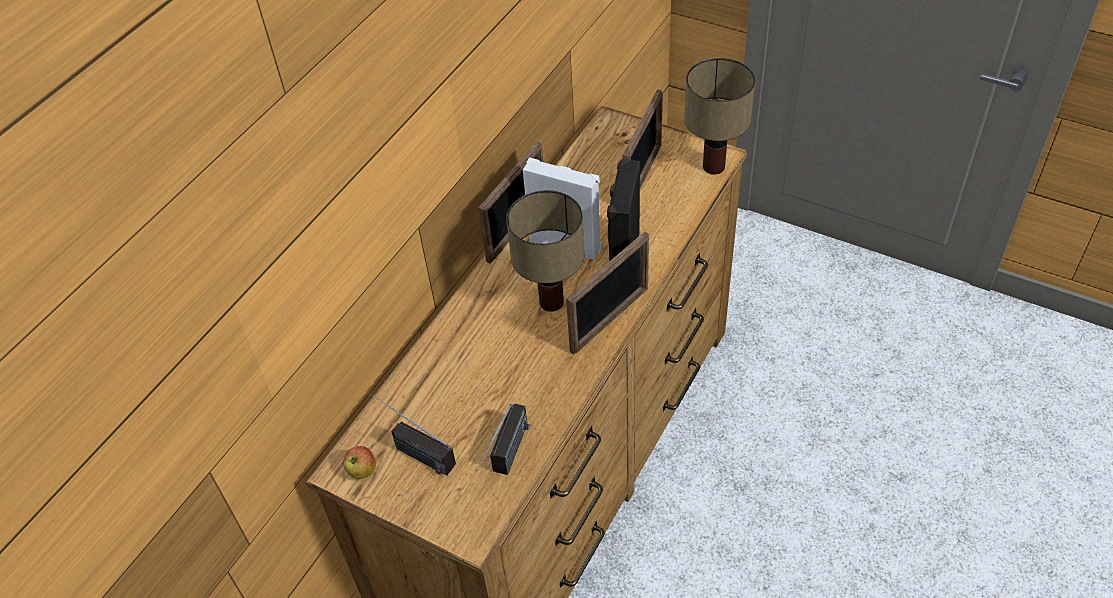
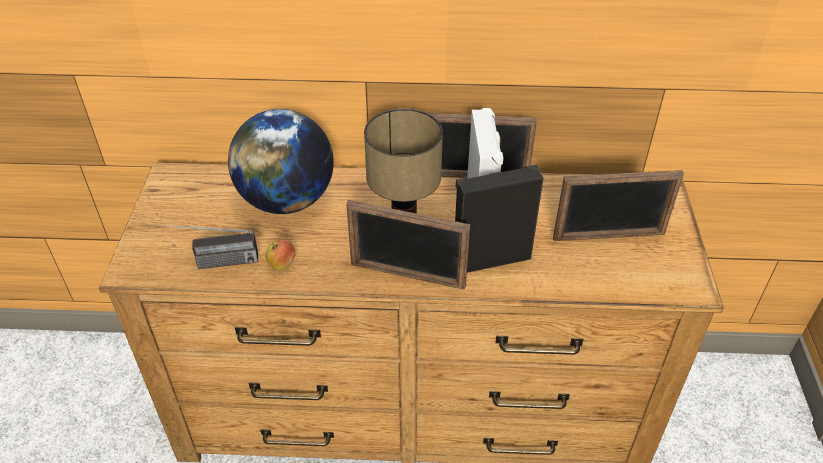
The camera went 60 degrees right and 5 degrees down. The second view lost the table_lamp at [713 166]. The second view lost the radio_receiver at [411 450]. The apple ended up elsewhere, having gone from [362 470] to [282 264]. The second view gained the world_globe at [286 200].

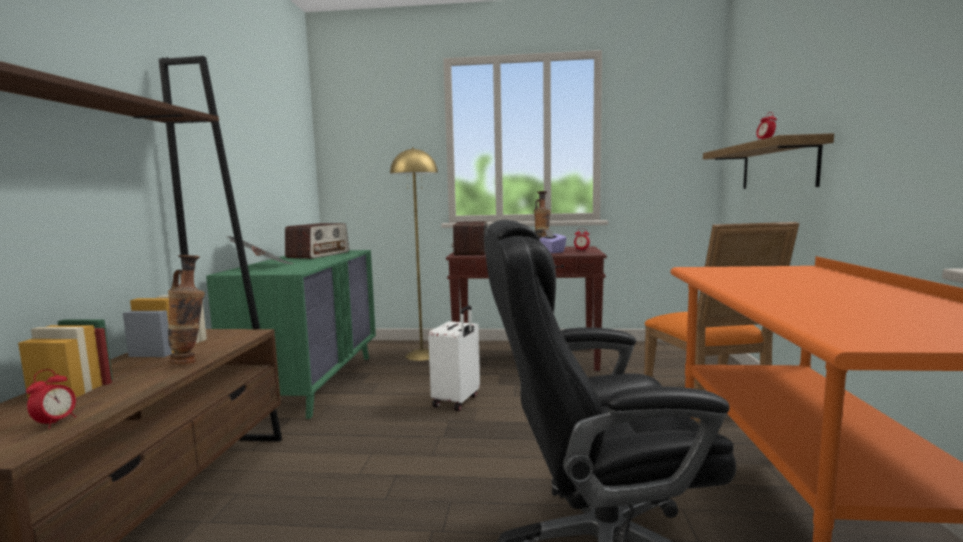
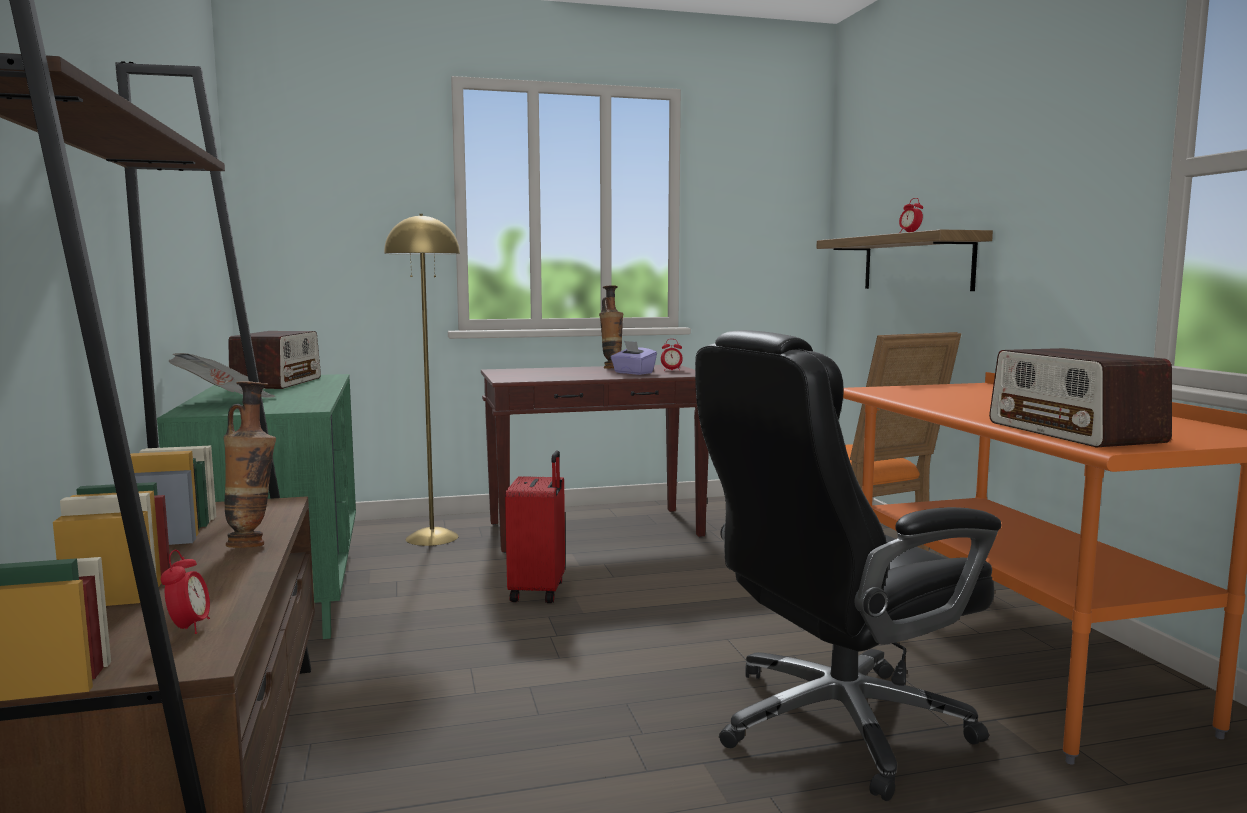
The camera went 20 degrees left and 0 degrees up. The radio_receiver ended up elsewhere, having gone from [471 252] to [1074 432]. What was the whitish_suitcase at [457 401] turned into the reddish_suitcase at [539 591].

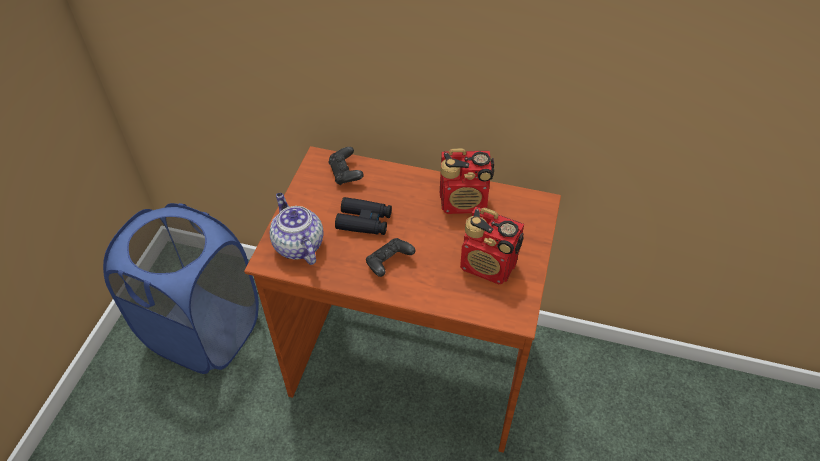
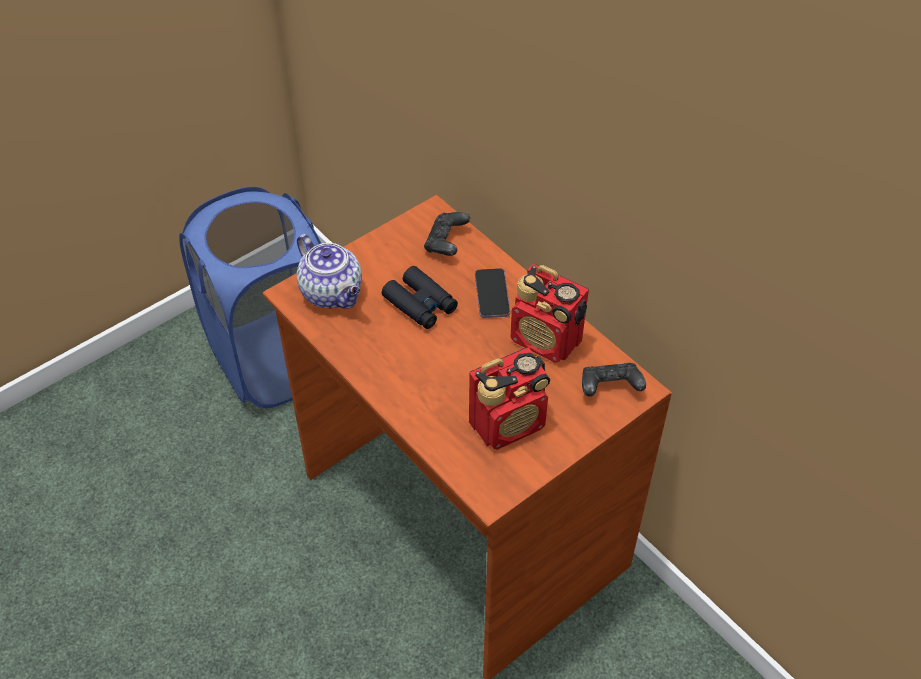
The camera went 35 degrees right and 0 degrees up. The tea_pot at [298 245] ended up facing another way, 135 degrees clockwise from before. The radio_receiver at [488 266] ended up facing another way, 90 degrees counterclockwise from before. The black_gamepad ended up elsewhere, having gone from [389 263] to [609 388]. The second view gained the handset at [492 294].

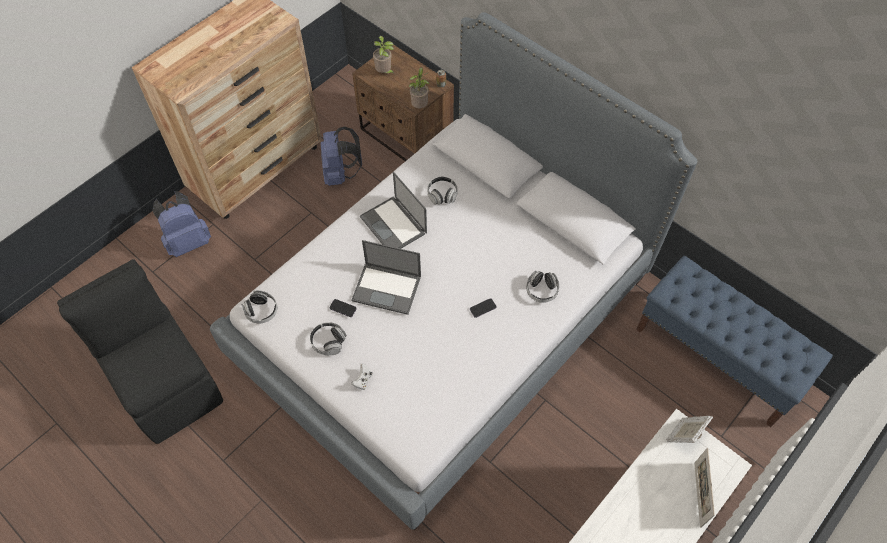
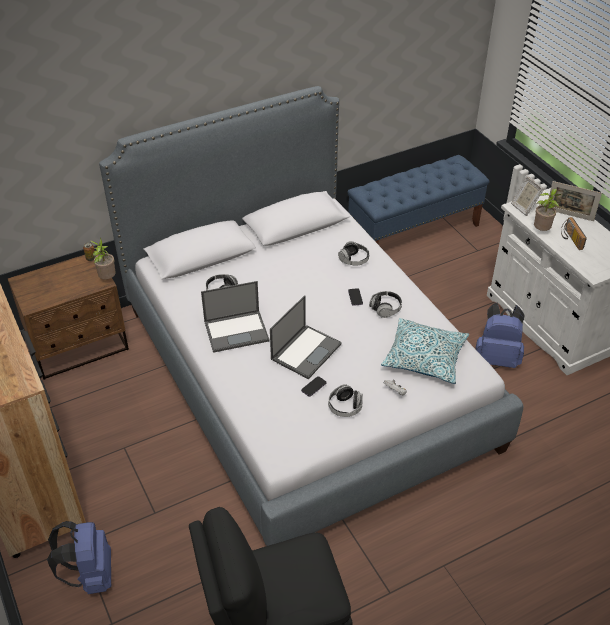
The camera went 70 degrees left and 15 degrees down. The potted_plant ended up elsewhere, having gone from [384 72] to [542 230]. The blue_knapsack ended up elsewhere, having gone from [340 174] to [497 358]. The headphones ended up elsewhere, having gone from [261 311] to [385 309]. The second view gained the radio_receiver at [570 239]. The second view gained the cushion at [425 357].

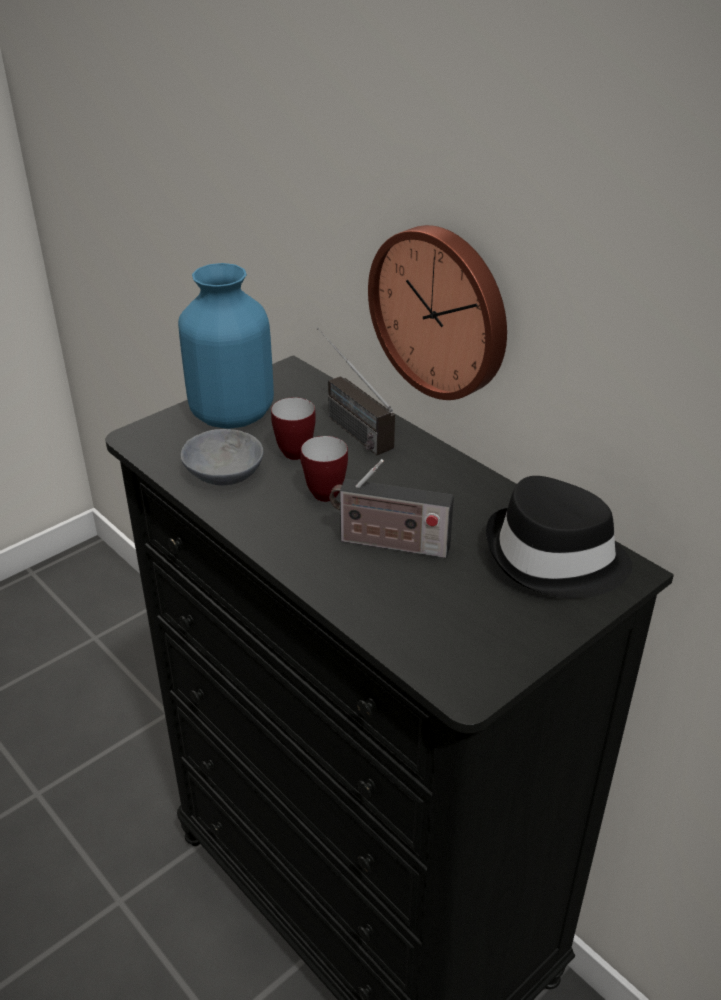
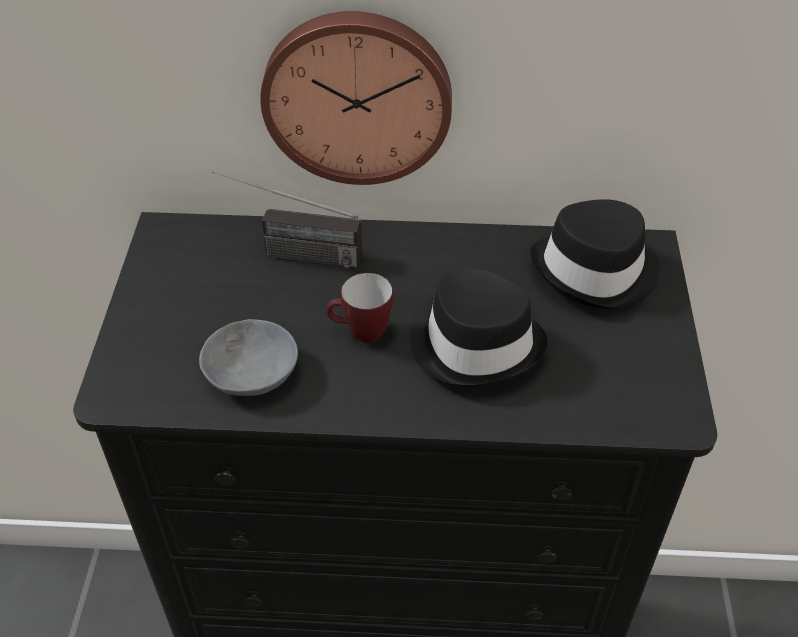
The camera went 45 degrees left and 10 degrees up. The second view lost the blue_vase at [233 415]. The second view lost the coffee_mug at [291 451]. Where the radio_receiver stood at [389 544], the black_hat came to stand at [475 342].

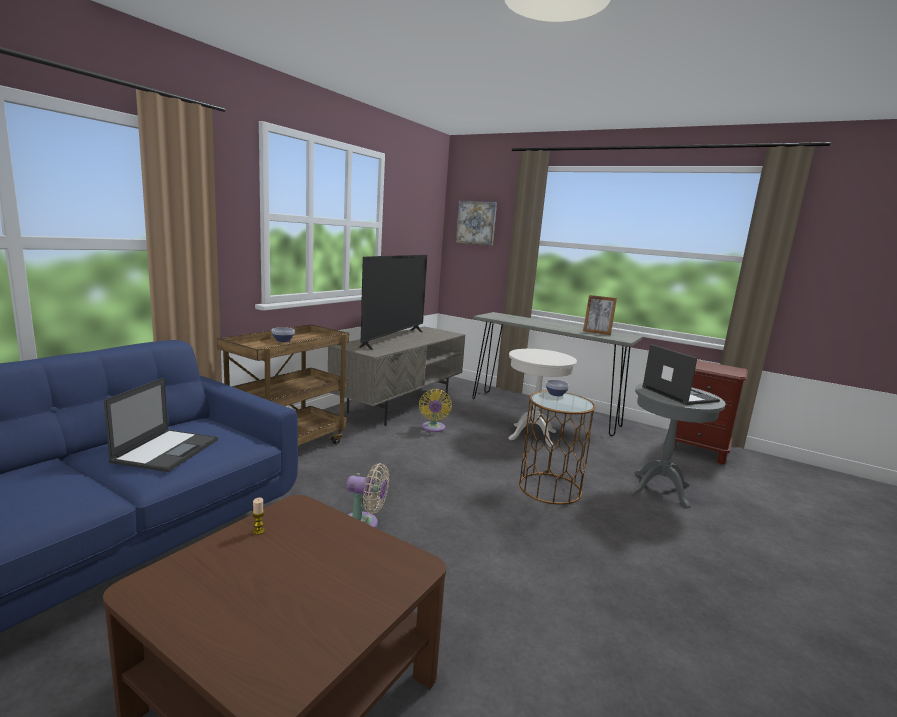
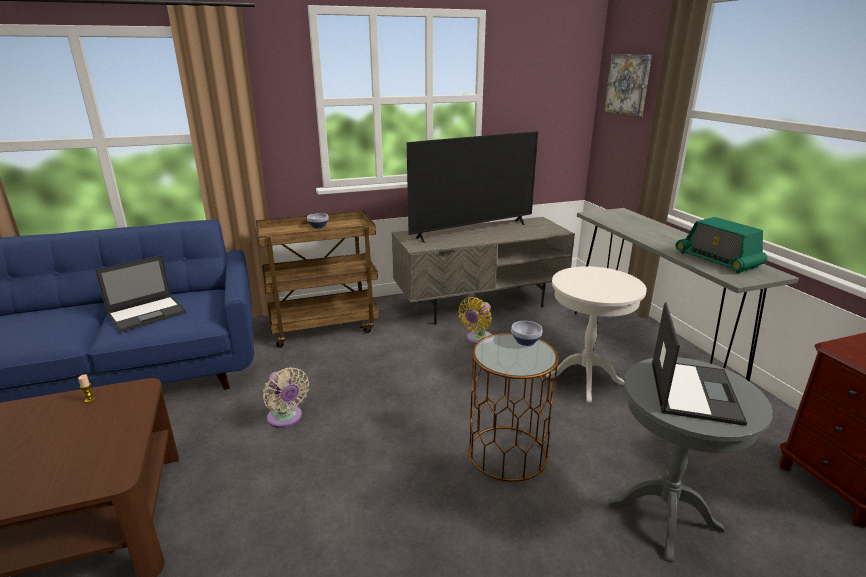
The camera went 40 degrees right and 10 degrees up. Where the photo_frame stood at [597 332], the radio_receiver came to stand at [717 260].

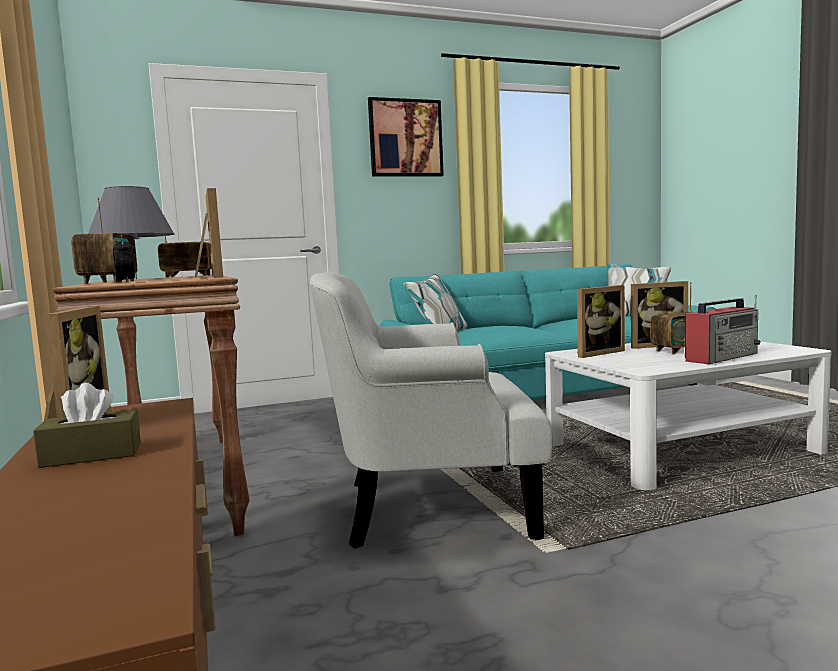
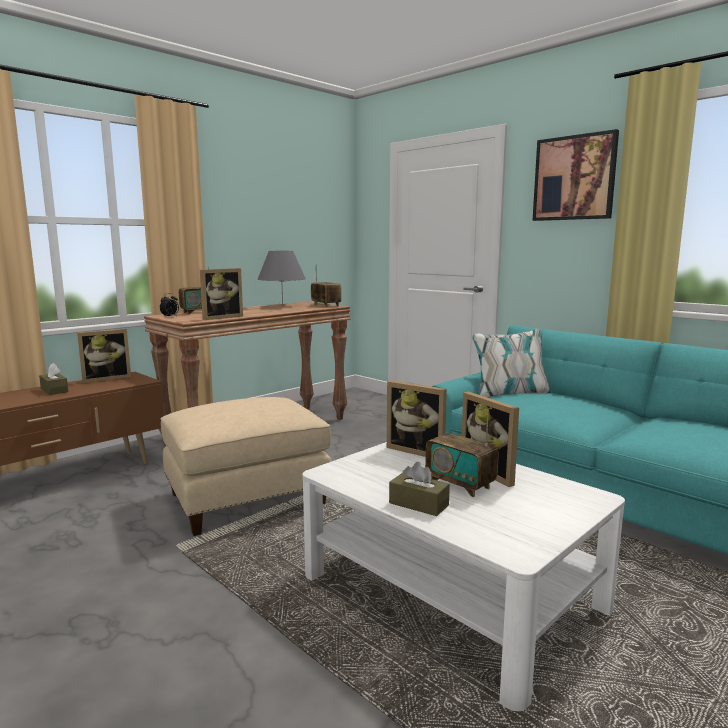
The camera went 65 degrees right and 5 degrees up. Where the whitish_easy_chair stood at [429 506], the beige-coloured_pouffe came to stand at [247 498]. Where the radio_receiver stood at [722 357], the brown_box_of_tissues came to stand at [418 504].

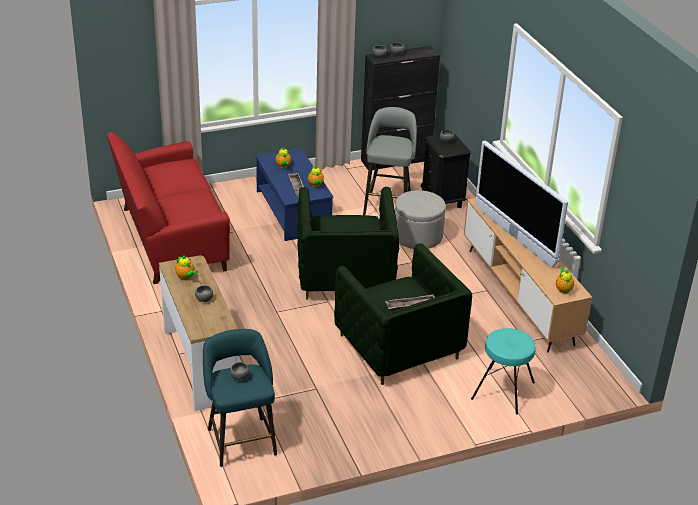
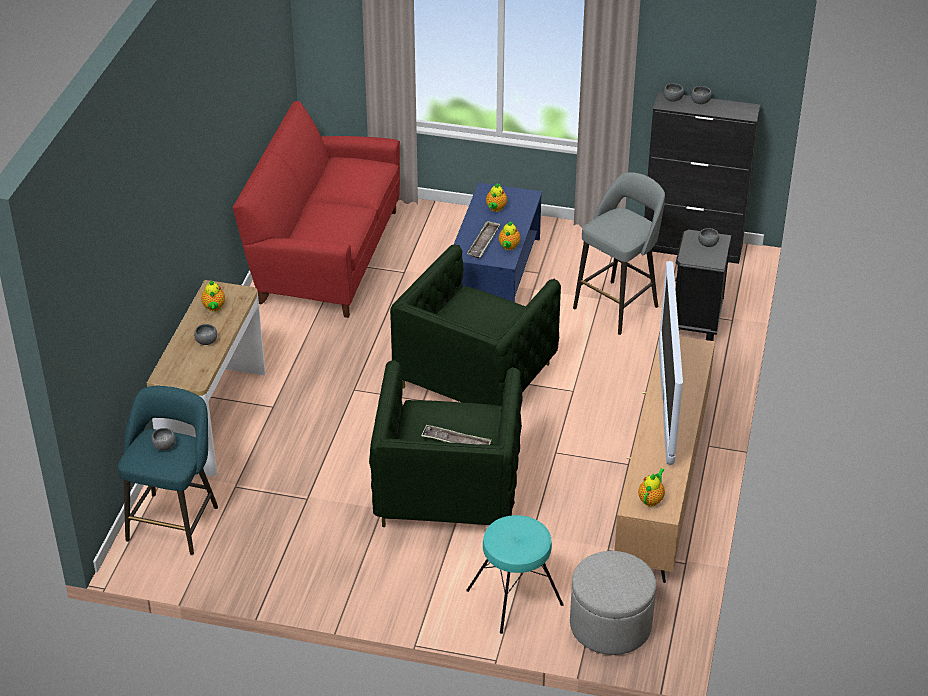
The camera went 35 degrees right and 5 degrees up. The greyish_pouffe ended up elsewhere, having gone from [418 236] to [610 625].

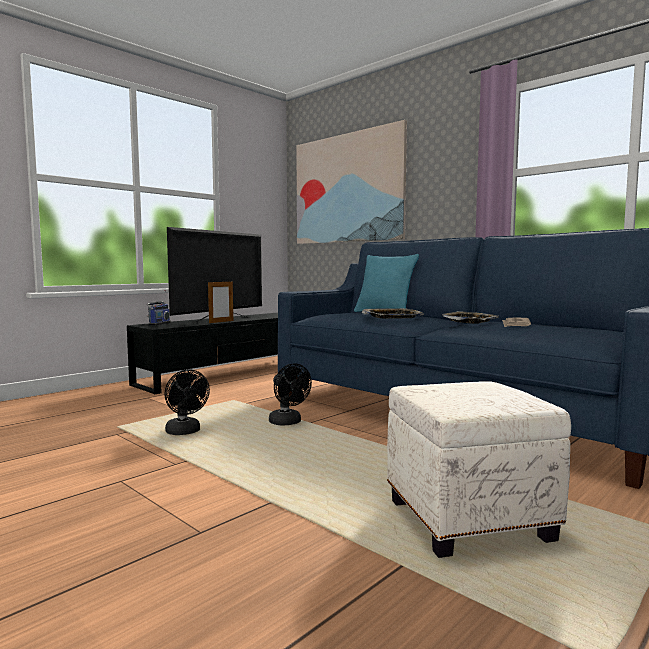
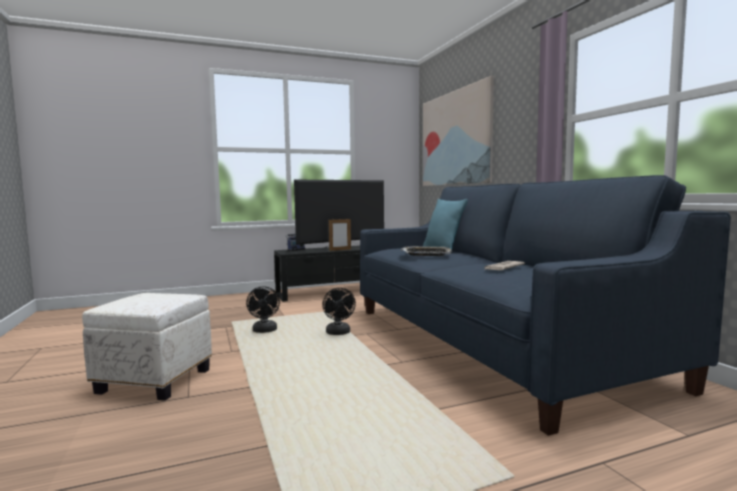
The camera went 25 degrees right and 0 degrees up. The second view lost the carrying_tray at [469 322]. The whitish_pouffe ended up elsewhere, having gone from [467 522] to [153 381].

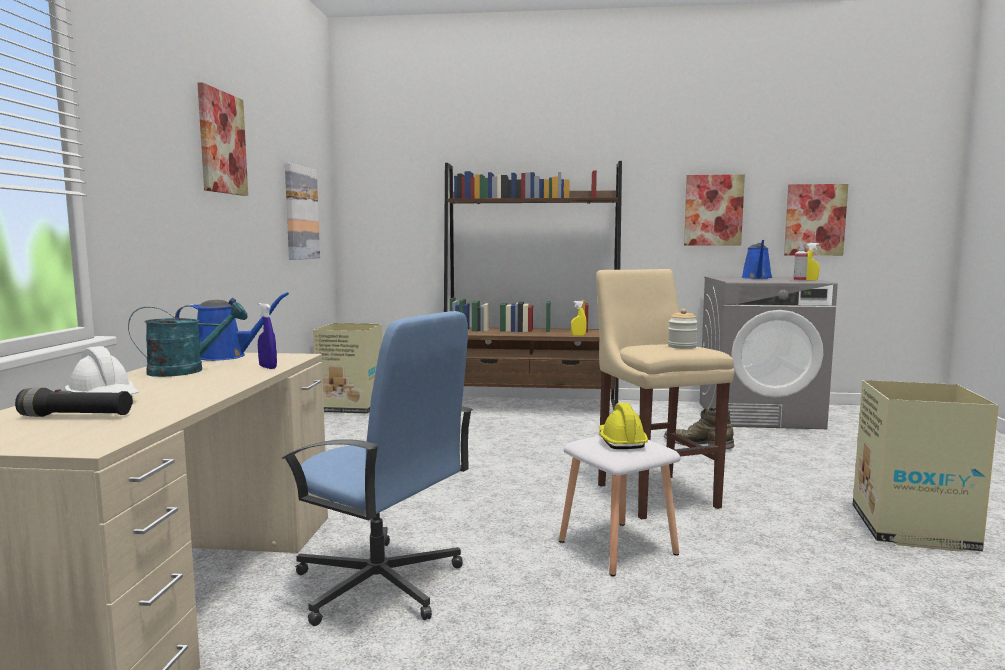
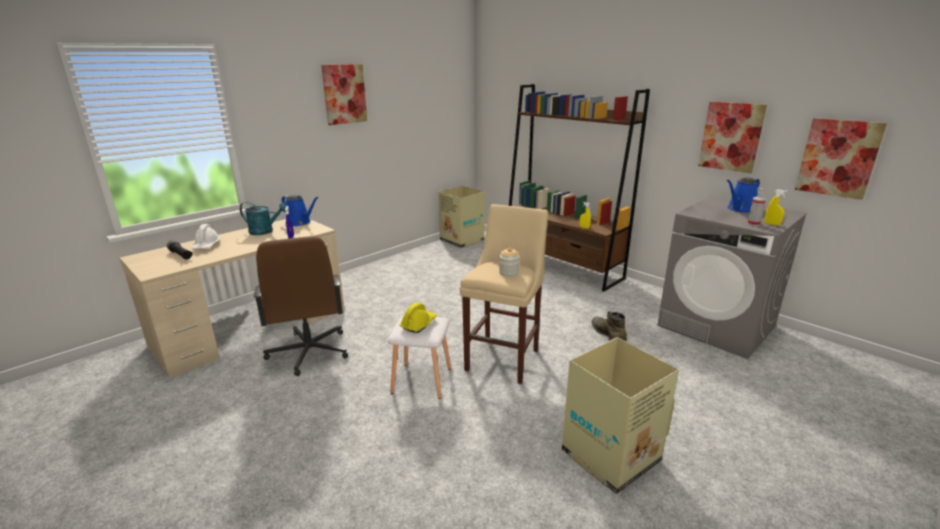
The camera went 40 degrees right and 15 degrees up. The second view lost the picture at [300 213]. What was the blue_desk_chair at [380 584] turned into the brown_desk_chair at [309 352].

